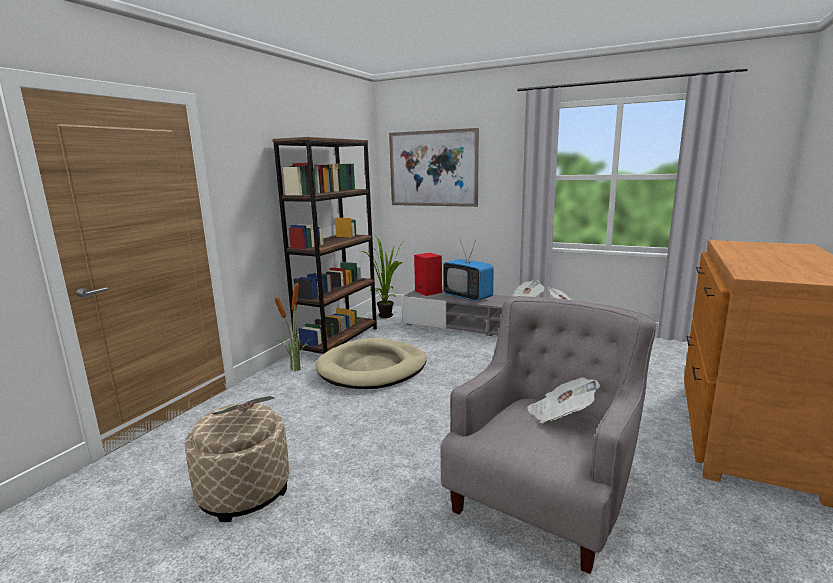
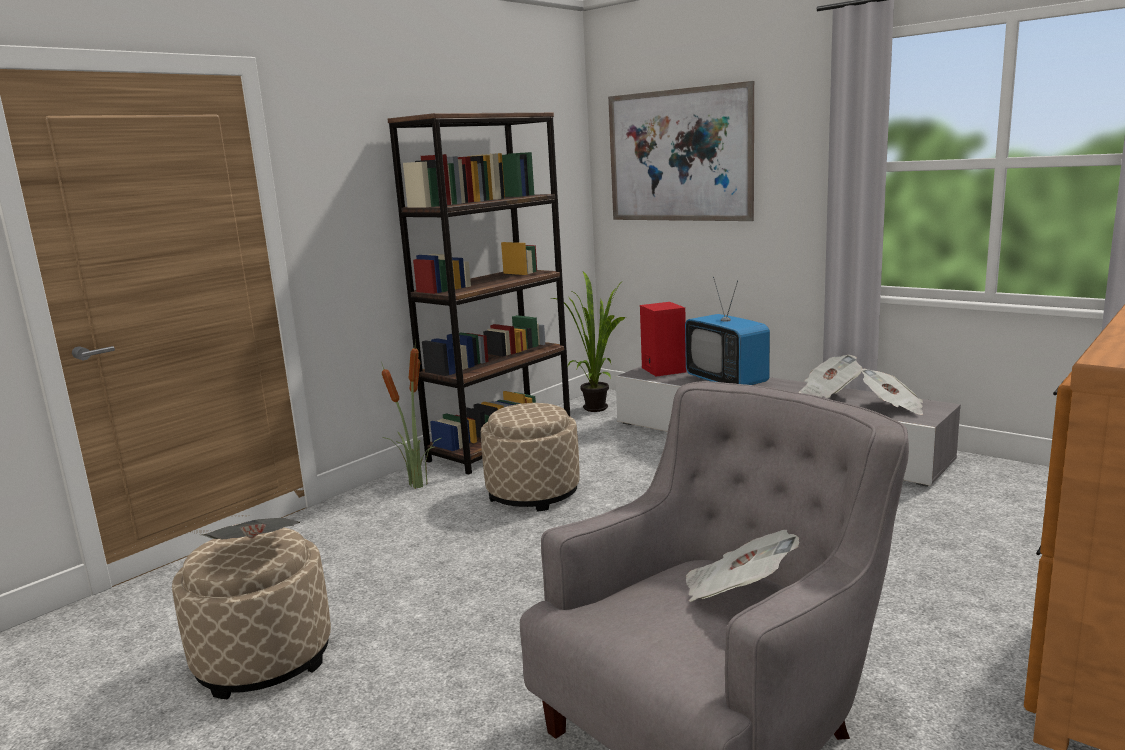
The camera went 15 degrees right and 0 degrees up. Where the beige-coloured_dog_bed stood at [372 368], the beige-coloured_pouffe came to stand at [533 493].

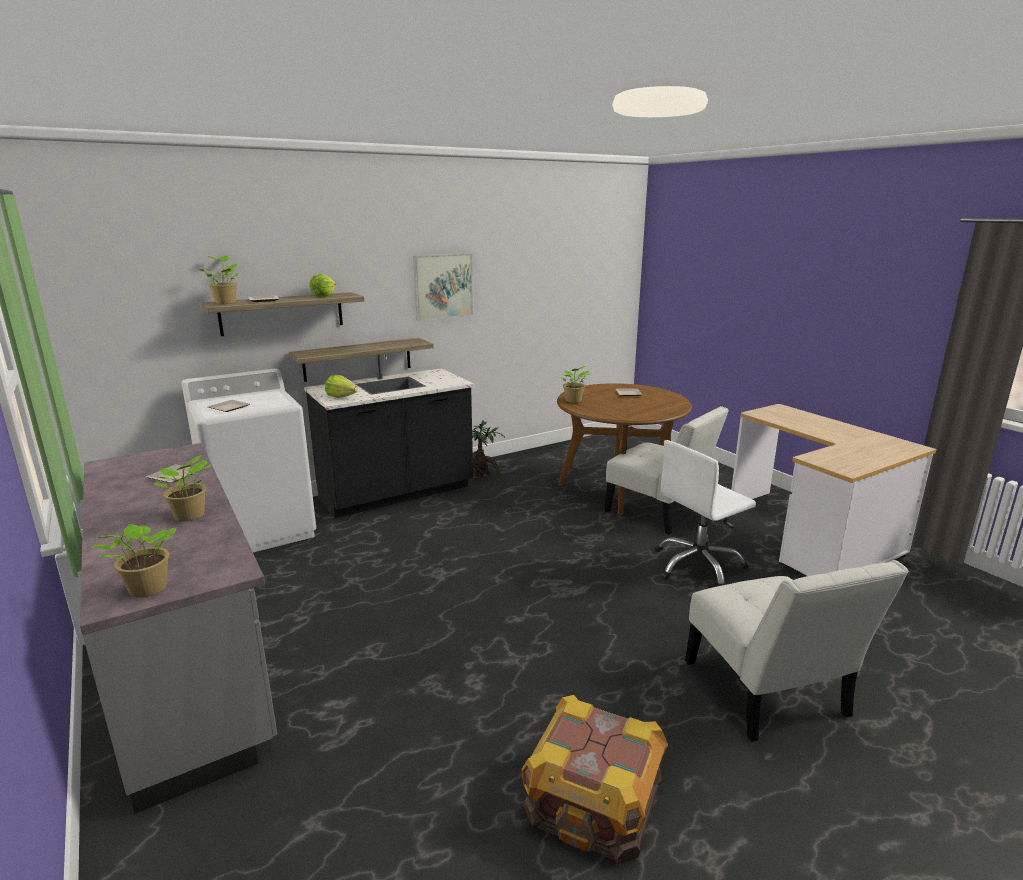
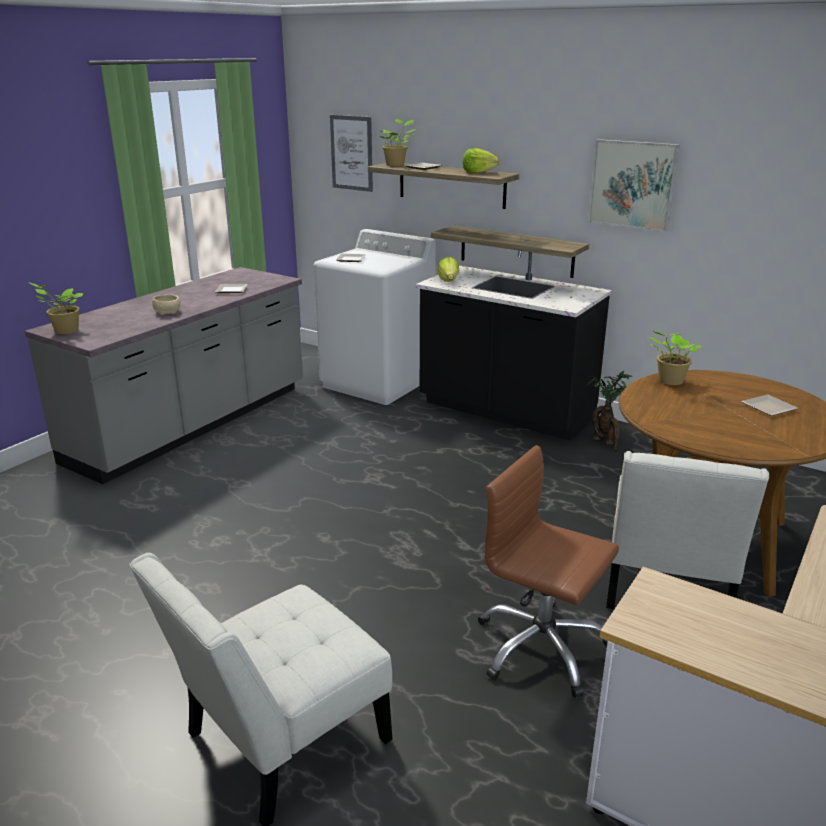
The camera went 65 degrees right and 5 degrees up. What was the whitish_desk_chair at [698 566] turned into the brown_desk_chair at [541 648]. Where the potted_plant stood at [190 516], the beige-coloured_serving_bowl came to stand at [168 312]. The second view lost the packing_crate at [594 799]. The second view gained the picture at [351 153].

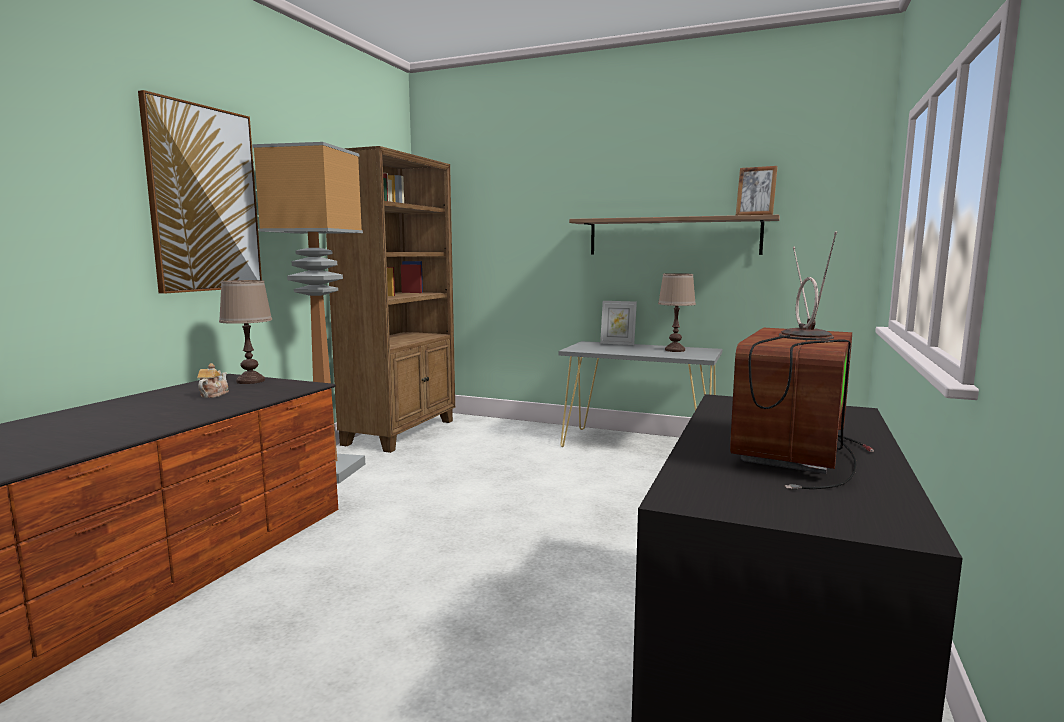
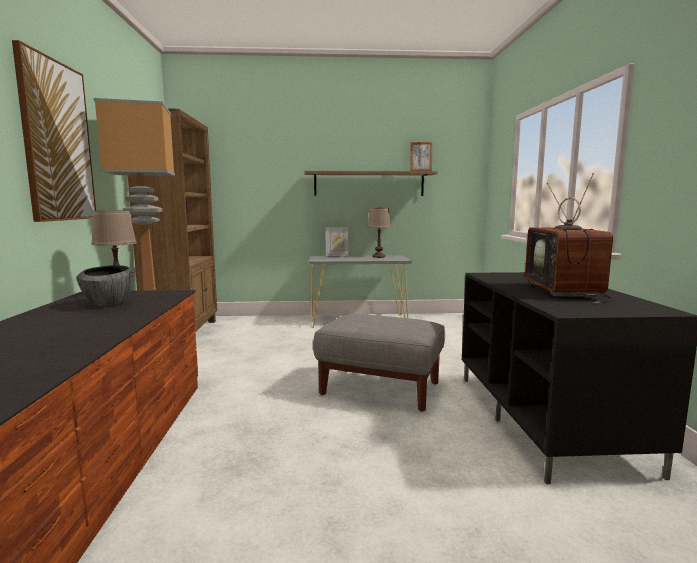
The camera went 25 degrees left and 0 degrees up. Where the tea_pot stood at [213 394], the serving_bowl came to stand at [109 304]. The second view gained the greyish_pouffe at [381 389].

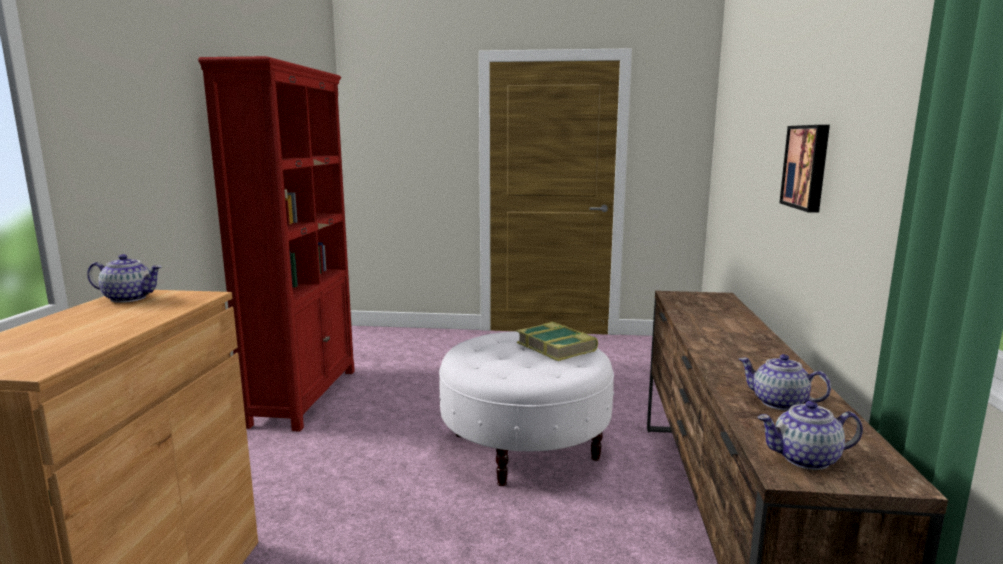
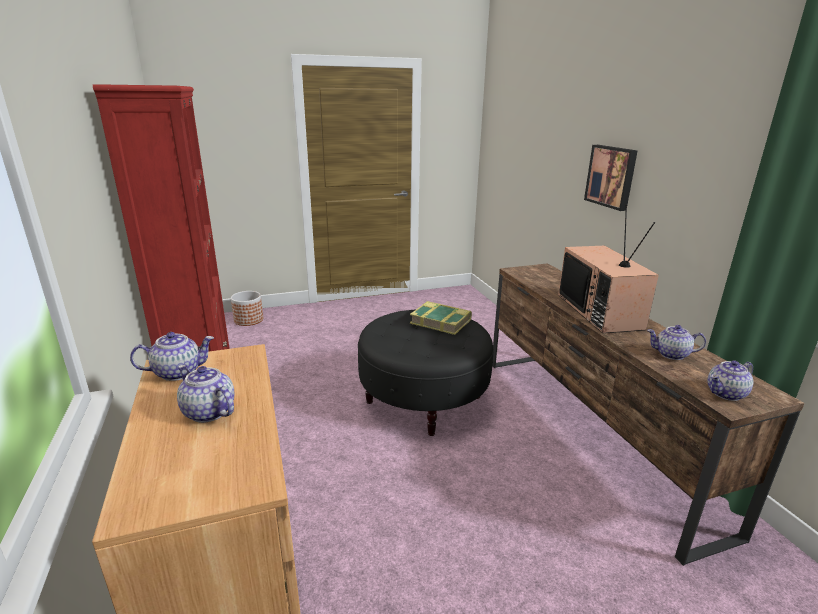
The camera went 25 degrees left and 10 degrees up. What was the whitish_pouffe at [525 446] turned into the black_pouffe at [423 399]. The second view gained the TV_set at [601 312]. The second view gained the plant_pot at [249 320]. The second view gained the tea_pot at [208 412].

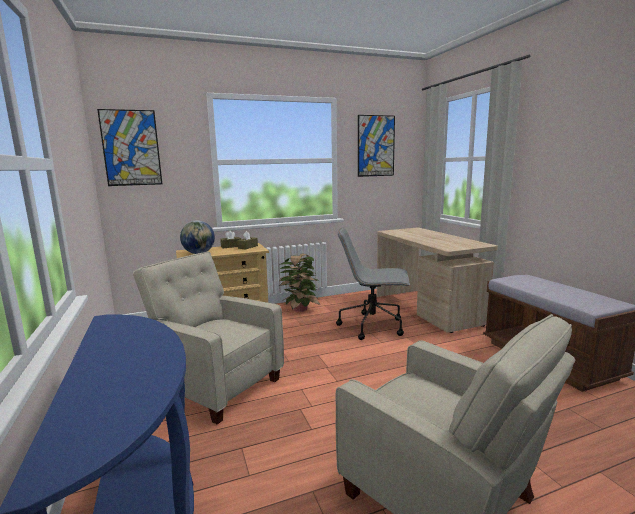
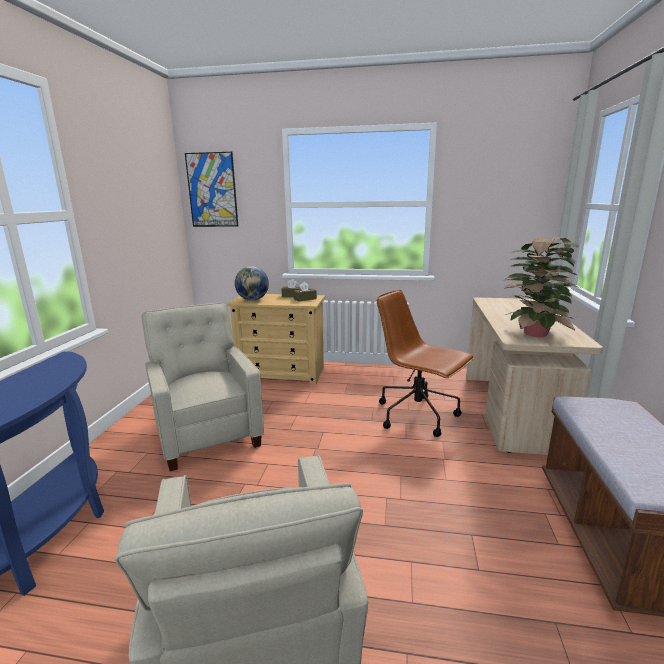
The camera went 30 degrees right and 5 degrees up. The second view lost the picture at [376 146]. What was the greyish_desk_chair at [373 326] turned into the brown_desk_chair at [418 415]. The potted_plant ended up elsewhere, having gone from [300 310] to [534 334].

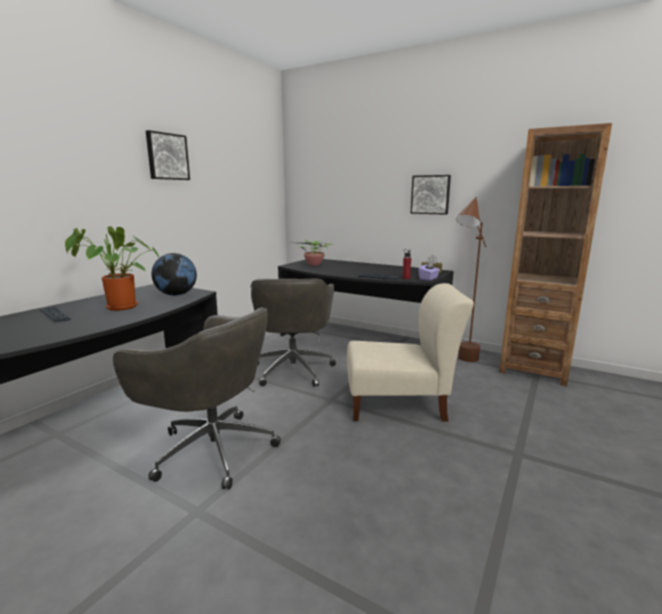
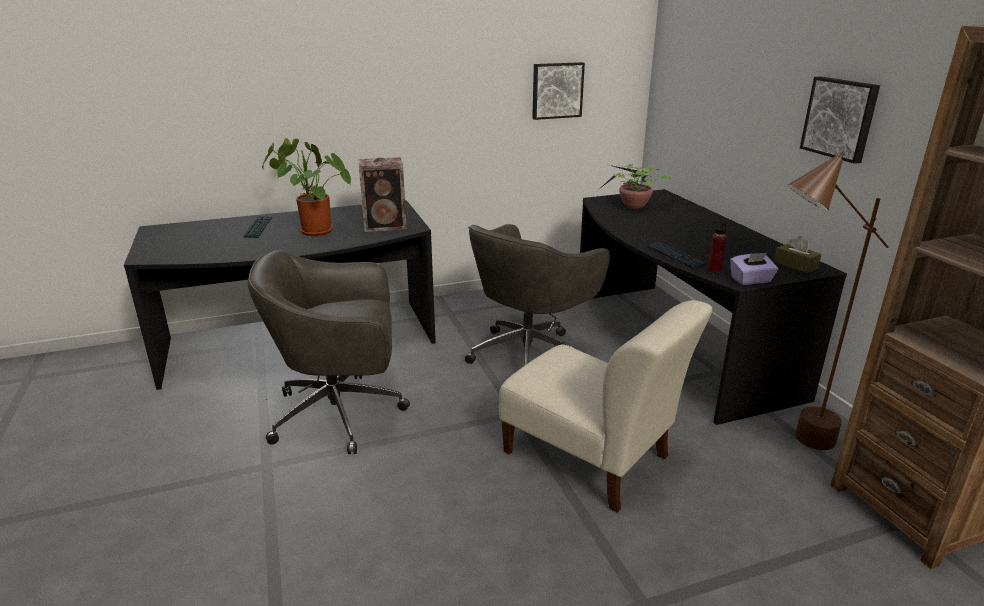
The camera went 40 degrees right and 10 degrees up. The picture ended up elsewhere, having gone from [167 156] to [557 90]. Where the world_globe stood at [176 295], the audio_speaker came to stand at [386 225]. The greyish_desk_chair at [211 448] ended up facing another way, 105 degrees clockwise from before.

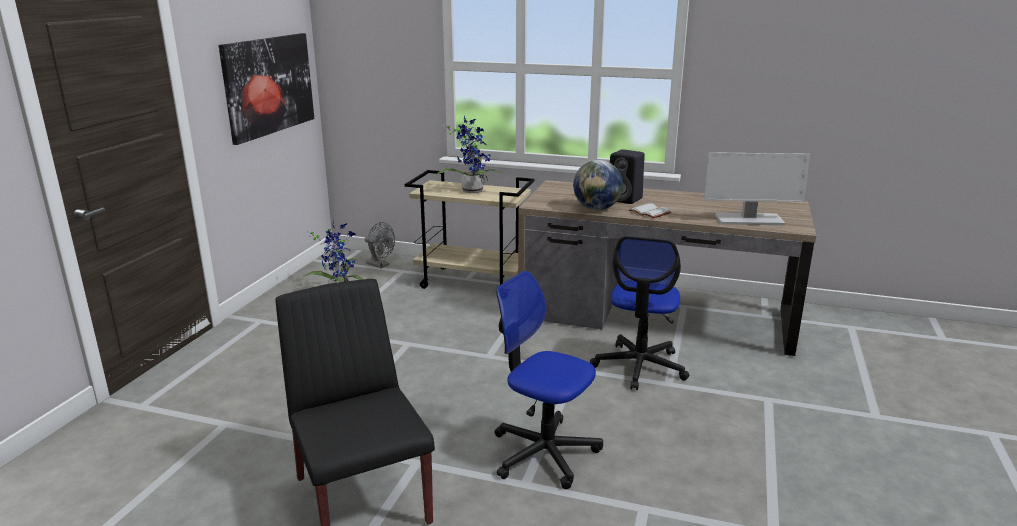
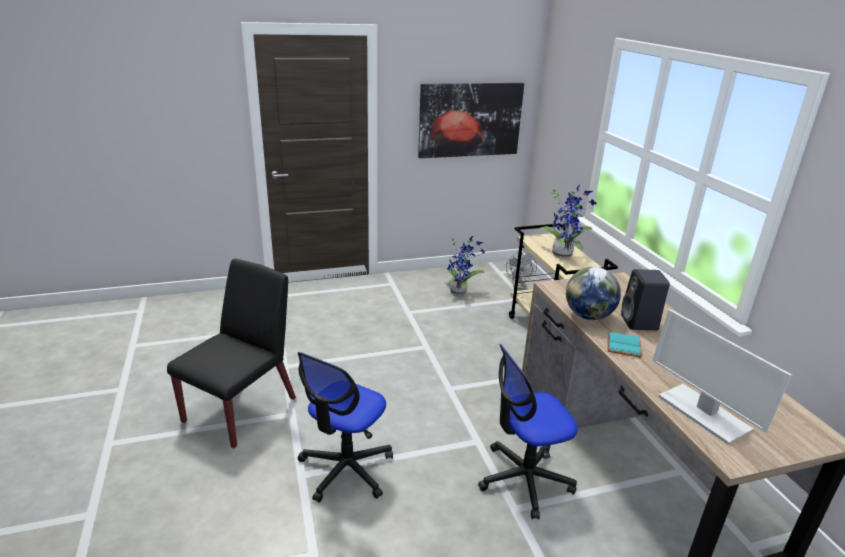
The camera went 55 degrees right and 5 degrees up. What was the whitish_book at [651 212] turned into the blue-green_book at [625 346]. The desk_chair at [544 452] ended up facing another way, 150 degrees counterclockwise from before.

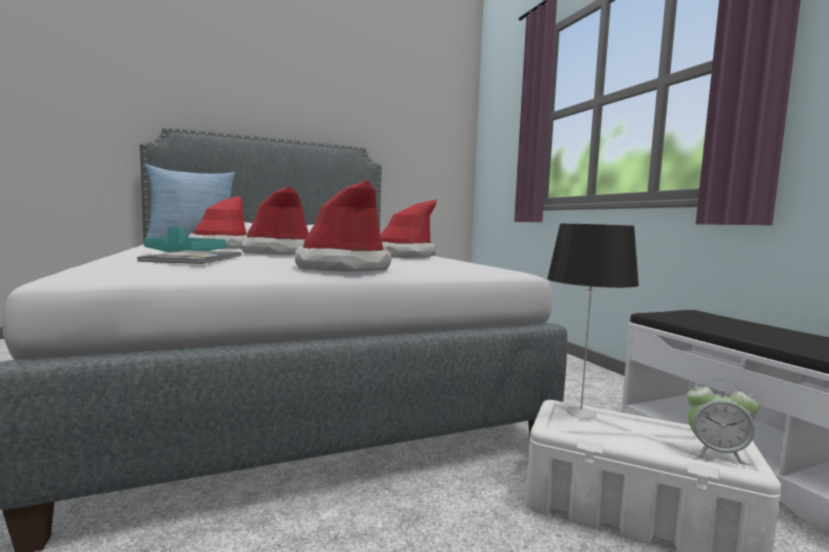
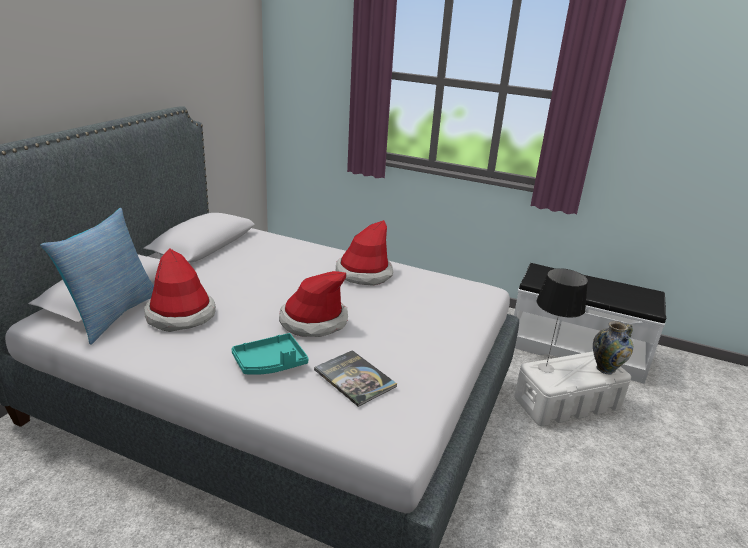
The camera went 45 degrees left and 20 degrees up. The second view lost the hat at [343 268]. Where the alarm_clock stood at [716 453], the vase came to stand at [605 369].

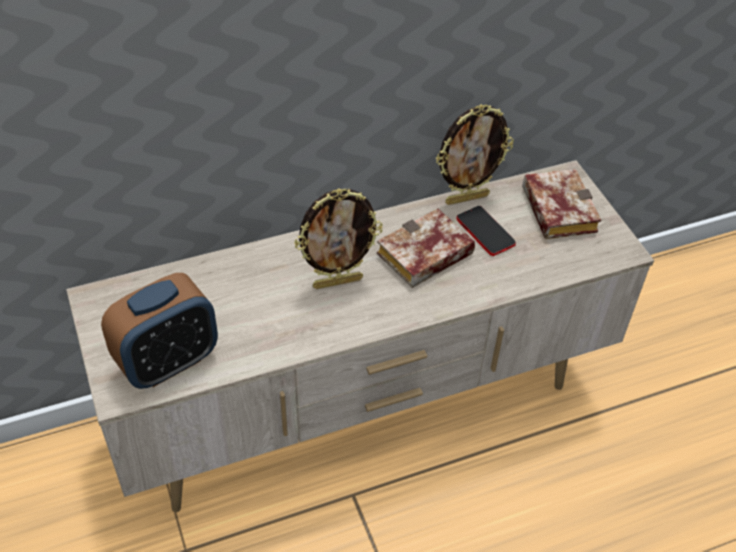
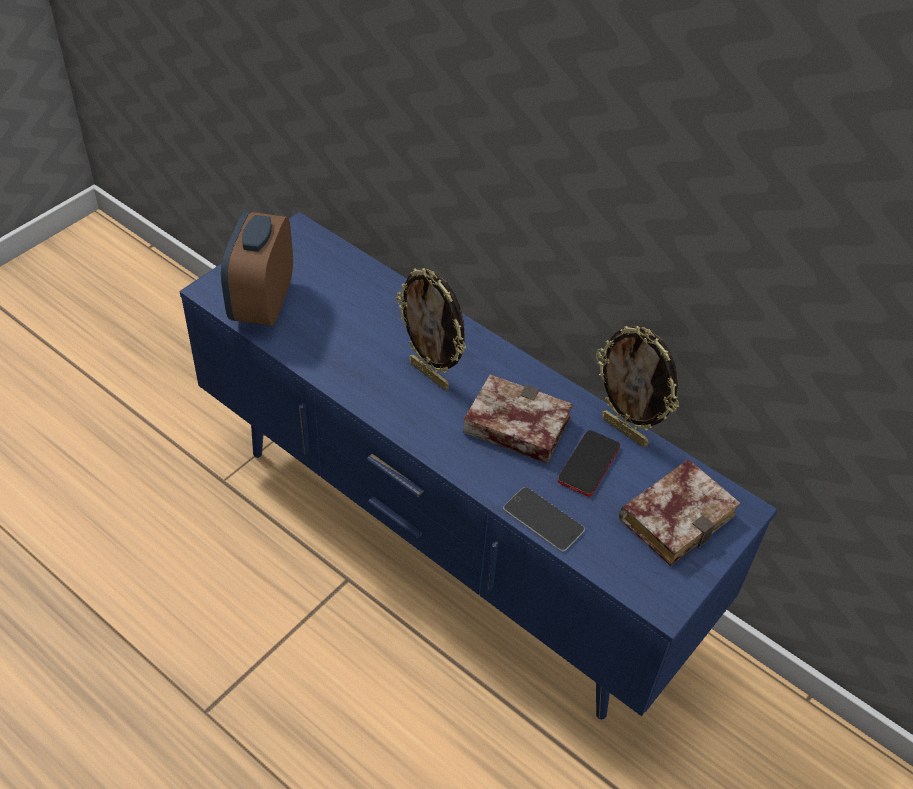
The camera went 60 degrees right and 0 degrees up. What was the beige-coloured_tv_stand at [362 411] turned into the blue_tv_stand at [447 545]. The alarm_clock at [168 362] ended up facing another way, 75 degrees clockwise from before. The second view gained the handset at [543 519].

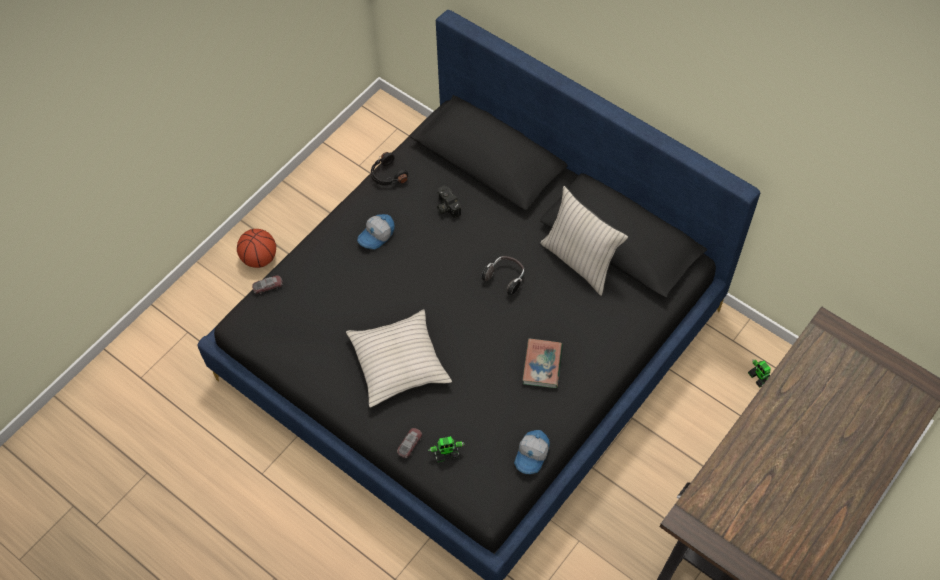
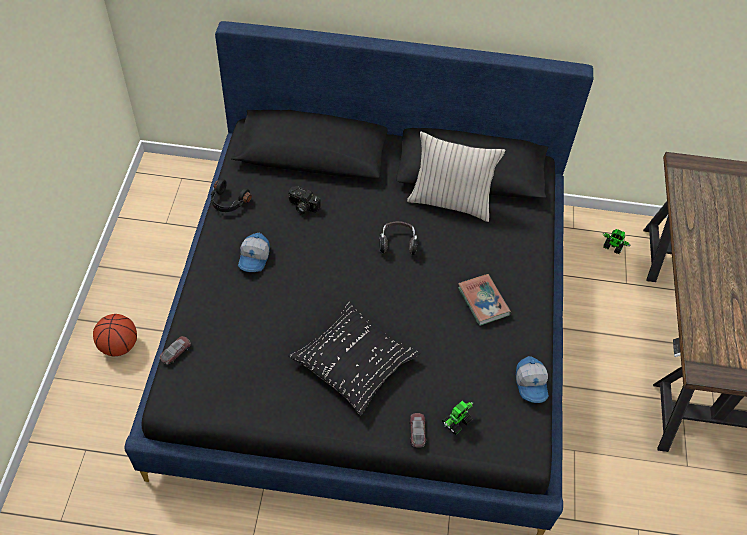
The camera went 35 degrees left and 5 degrees down. What was the beige-coloured_cushion at [398 363] turned into the black_cushion at [354 362].

